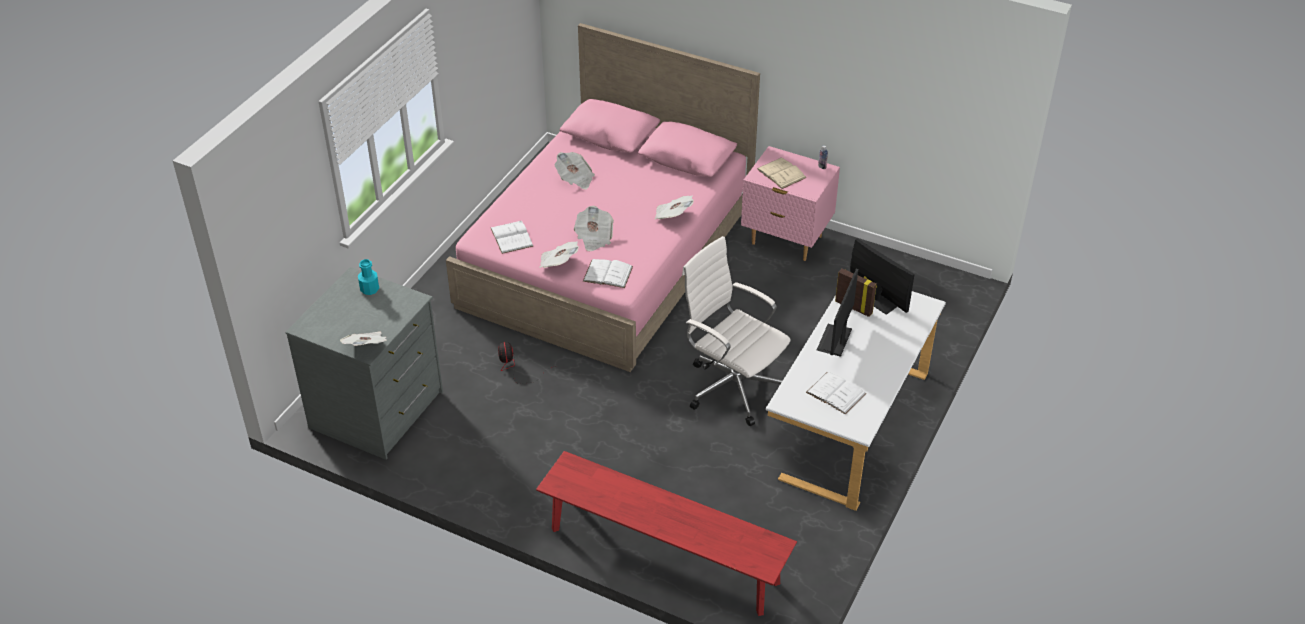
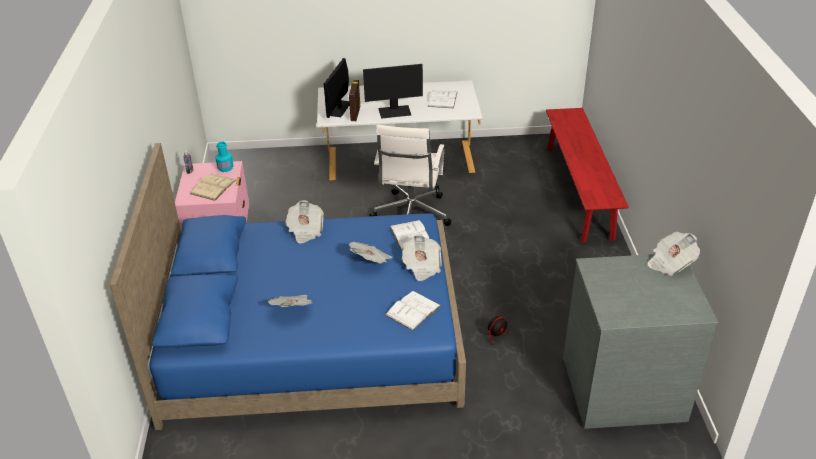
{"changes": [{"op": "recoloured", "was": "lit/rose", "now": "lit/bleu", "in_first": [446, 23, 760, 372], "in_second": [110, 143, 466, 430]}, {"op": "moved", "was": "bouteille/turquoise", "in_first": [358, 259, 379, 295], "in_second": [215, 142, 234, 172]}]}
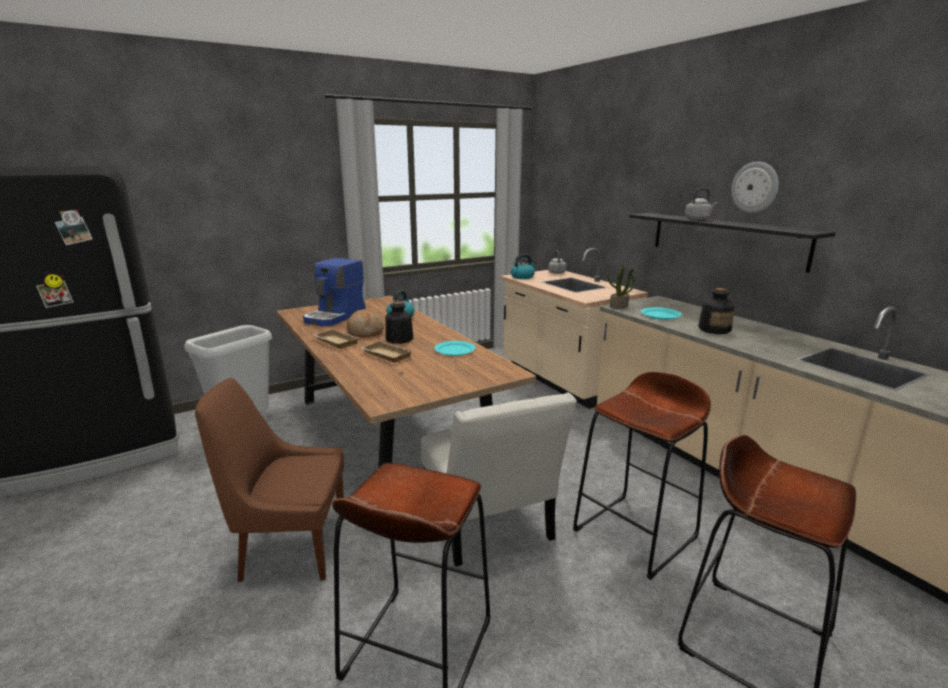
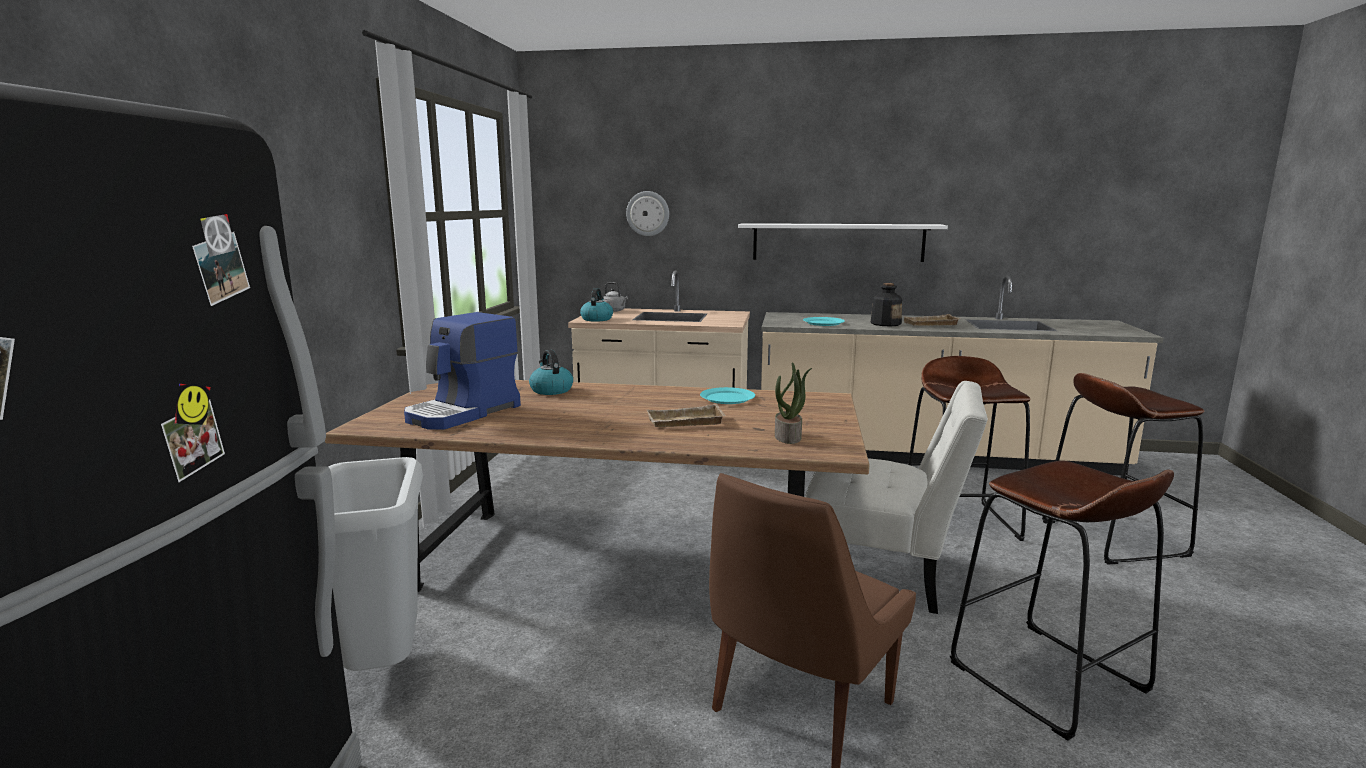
{"changes": [{"op": "turned", "was": "machine à café", "in_first": [303, 258, 366, 327], "in_second": [404, 312, 521, 430], "clockwise": 60}, {"op": "moved", "was": "horloge murale", "in_first": [731, 162, 779, 213], "in_second": [626, 191, 669, 236]}, {"op": "recoloured", "was": "étagère/noir", "now": "étagère/blanc", "in_first": [629, 213, 836, 273], "in_second": [738, 223, 948, 262]}, {"op": "moved", "was": "plante en pot", "in_first": [608, 264, 635, 309], "in_second": [775, 362, 812, 444]}, {"op": "moved", "was": "plateau/beige", "in_first": [314, 329, 359, 349], "in_second": [903, 314, 960, 326]}, {"op": "removed", "was": "pain", "in_first": [346, 309, 384, 337]}, {"op": "removed", "was": "bouteille", "in_first": [385, 302, 414, 344]}, {"op": "removed", "was": "bouilloire/gris", "in_first": [685, 188, 718, 220]}]}
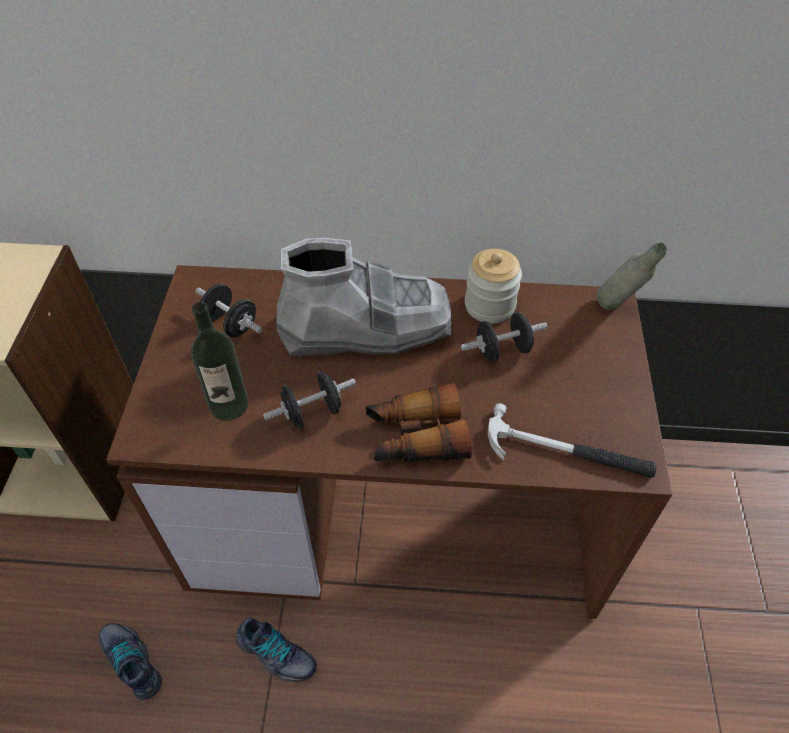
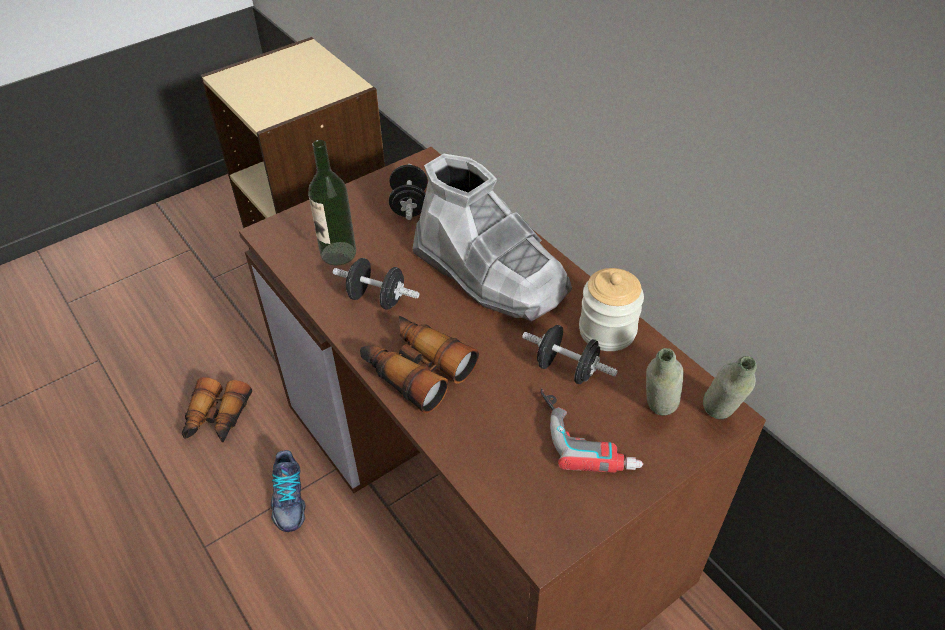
{"changes": [{"op": "replaced", "was": "chaussure", "now": "jumelles", "in_first": [99, 623, 162, 700], "in_second": [182, 377, 252, 443]}, {"op": "added", "now": "perceuse", "in_second": [540, 388, 643, 473]}, {"op": "added", "now": "bouteille/gris", "in_second": [646, 348, 684, 416]}, {"op": "removed", "was": "marteau", "in_first": [488, 403, 657, 478]}]}
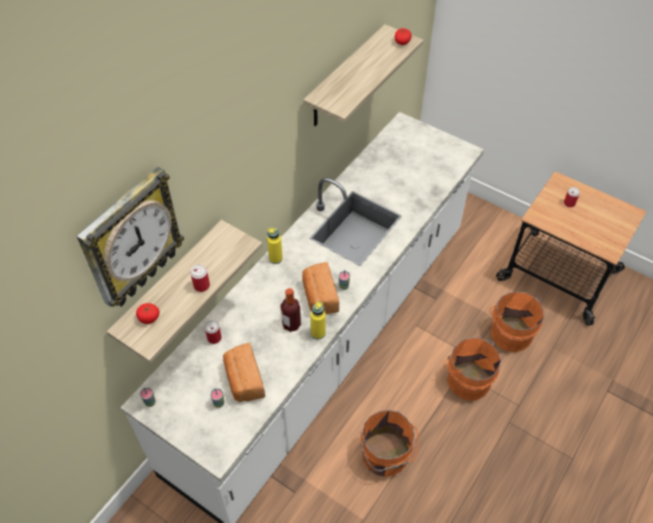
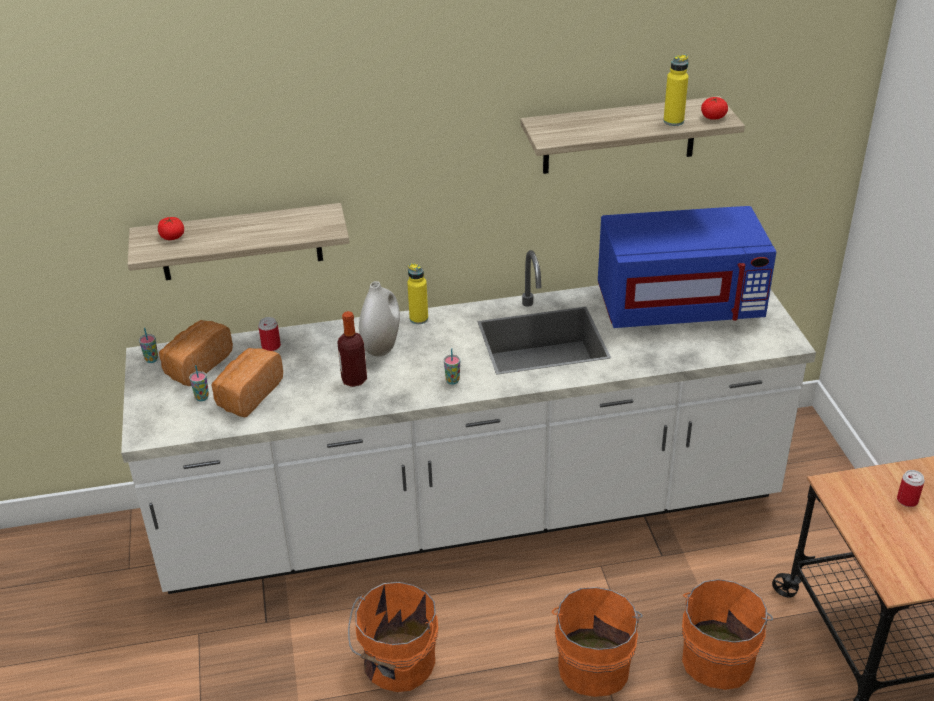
{"changes": [{"op": "moved", "was": "pain", "in_first": [302, 262, 339, 314], "in_second": [159, 320, 233, 386]}, {"op": "added", "now": "vase/blanc", "in_second": [359, 281, 400, 357]}, {"op": "added", "now": "micro-ondes/bleu", "in_second": [598, 206, 776, 328]}, {"op": "moved", "was": "bouteille/jaune", "in_first": [310, 301, 326, 339], "in_second": [663, 54, 689, 126]}, {"op": "removed", "was": "horloge murale", "in_first": [77, 166, 184, 307]}, {"op": "removed", "was": "boîte métallique", "in_first": [190, 265, 210, 292]}]}
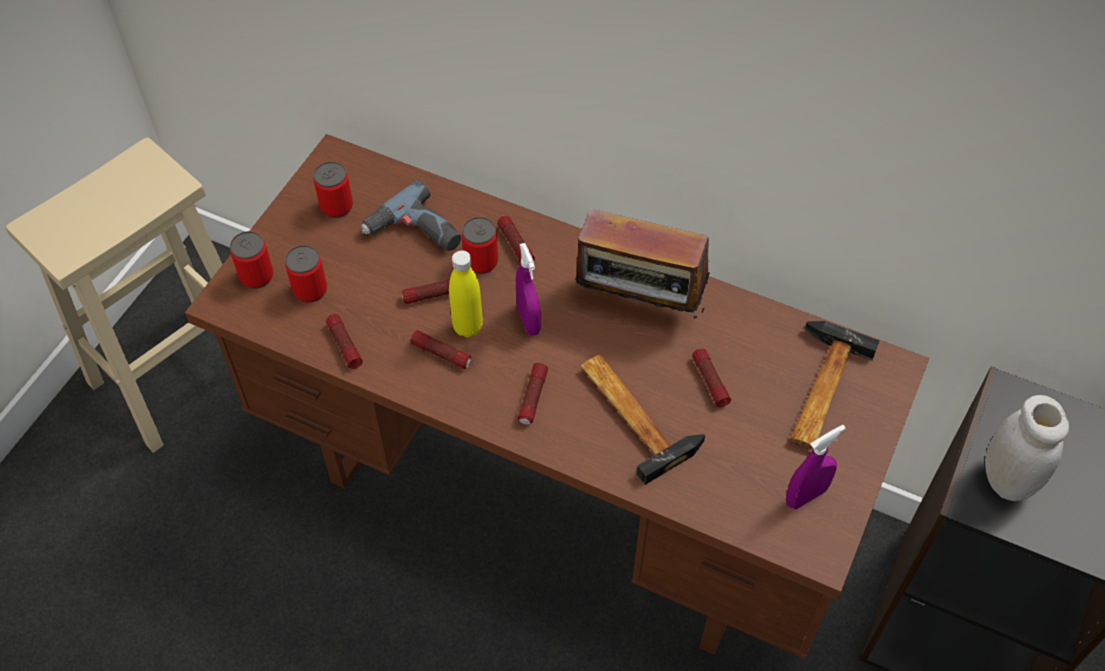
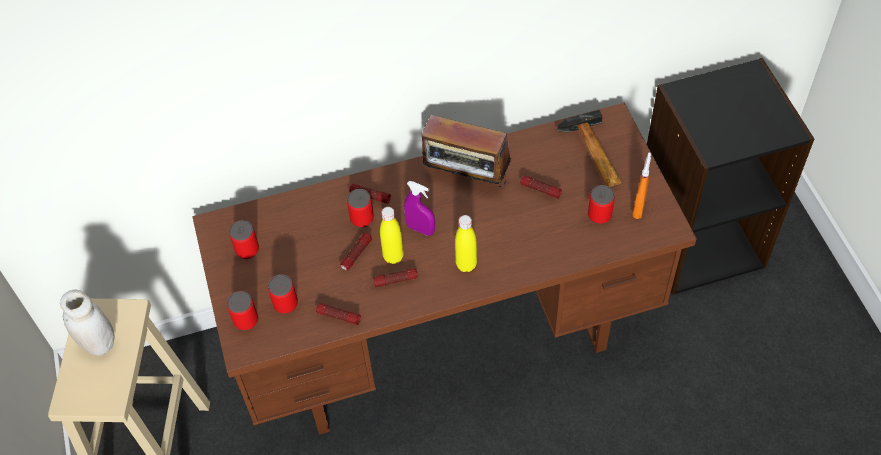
{"changes": [{"op": "moved", "was": "bocal/blanc", "in_first": [985, 395, 1069, 501], "in_second": [60, 290, 114, 356]}, {"op": "turned", "was": "radio", "in_first": [575, 207, 710, 318], "in_second": [422, 115, 511, 188], "clockwise": 45}, {"op": "replaced", "was": "lampe de poche", "now": "bouteille/jaune", "in_first": [518, 363, 548, 425], "in_second": [455, 215, 477, 272]}, {"op": "added", "now": "boîte métallique", "in_second": [588, 185, 615, 224]}, {"op": "recoloured", "was": "vaporisateur/violet", "now": "vaporisateur/orange", "in_first": [786, 425, 846, 509], "in_second": [632, 152, 651, 219]}, {"op": "removed", "was": "perceuse", "in_first": [361, 180, 461, 251]}, {"op": "removed", "was": "marteau", "in_first": [581, 354, 705, 485]}]}
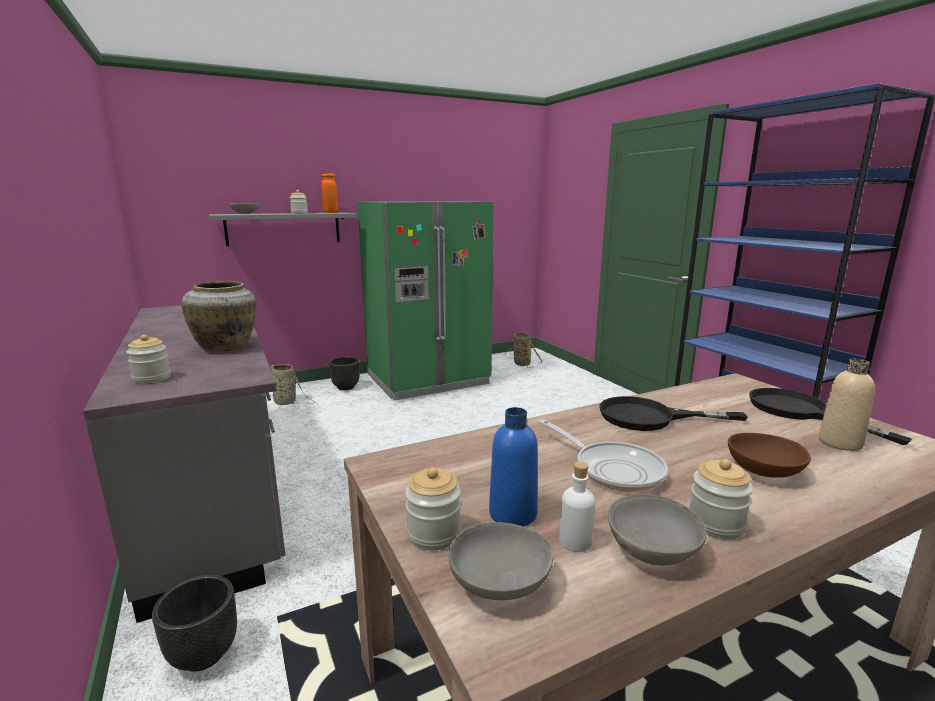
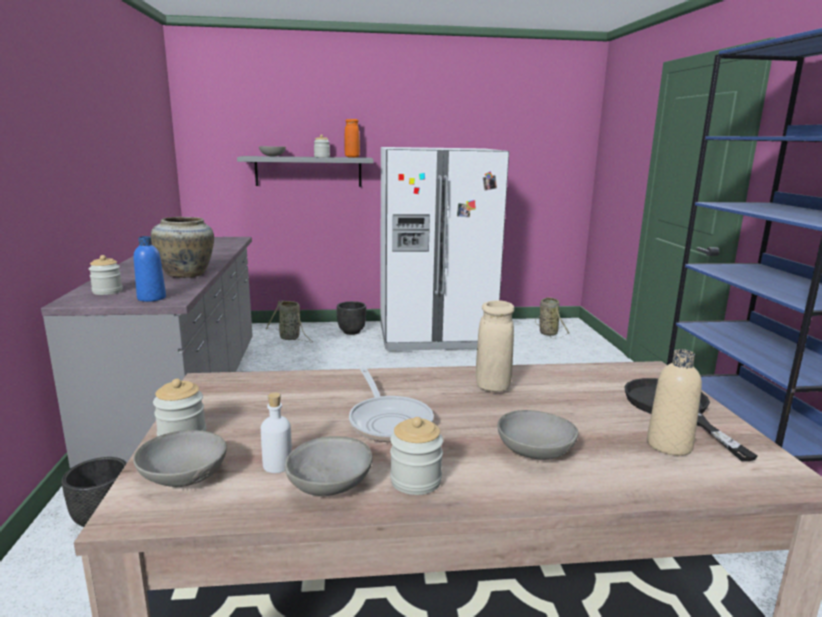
{"changes": [{"op": "moved", "was": "bouteille/bleu", "in_first": [489, 407, 538, 527], "in_second": [134, 236, 166, 302]}, {"op": "recoloured", "was": "réfrigérateur/vert", "now": "réfrigérateur/blanc", "in_first": [357, 201, 494, 401], "in_second": [380, 147, 509, 351]}, {"op": "replaced", "was": "poêle/noir", "now": "vase/beige", "in_first": [599, 396, 748, 431], "in_second": [476, 300, 514, 392]}, {"op": "recoloured", "was": "bol/marron", "now": "bol/gris", "in_first": [728, 433, 811, 478], "in_second": [497, 410, 578, 460]}]}
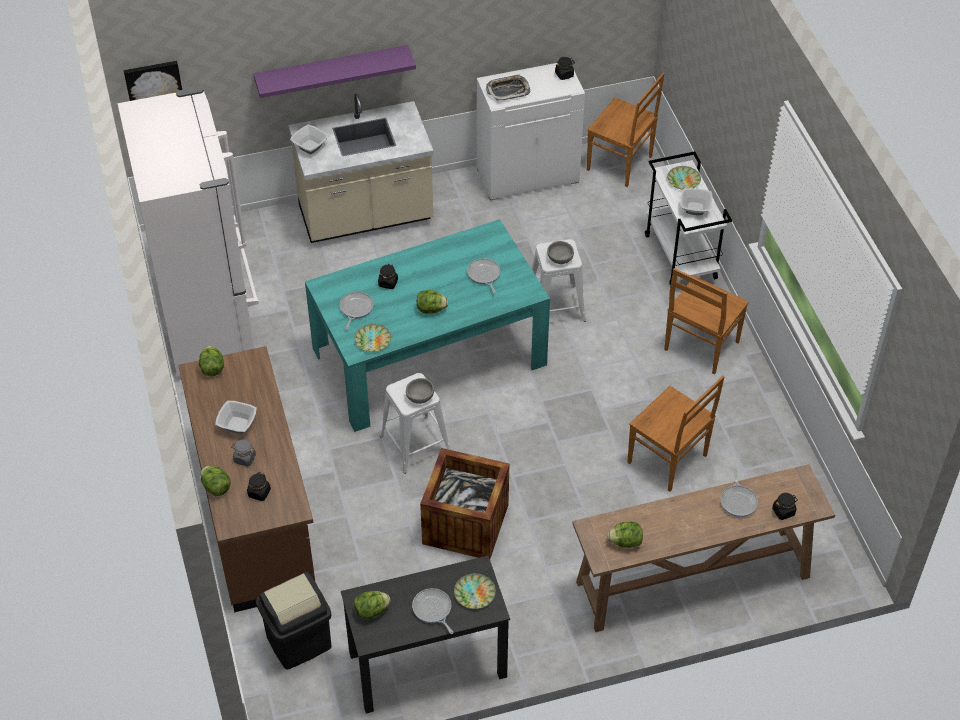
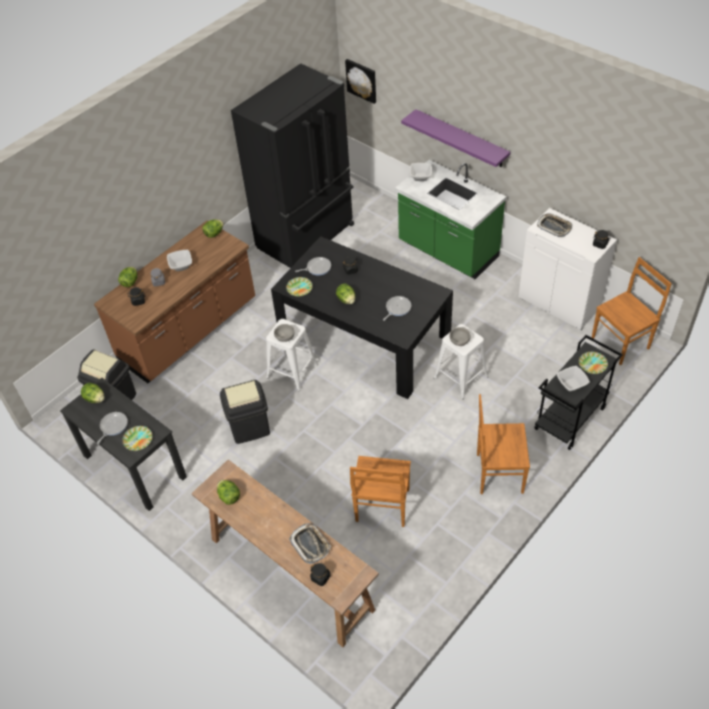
{"changes": [{"op": "replaced", "was": "caisse", "now": "poubelle/noir", "in_first": [420, 448, 509, 559], "in_second": [220, 380, 270, 444]}, {"op": "recoloured", "was": "réfrigérateur/blanc", "now": "réfrigérateur/noir", "in_first": [118, 87, 259, 380], "in_second": [231, 63, 354, 268]}, {"op": "recoloured", "was": "table à manger/turquoise", "now": "table à manger/noir", "in_first": [305, 219, 550, 432], "in_second": [271, 236, 453, 399]}, {"op": "replaced", "was": "poêle", "now": "plateau", "in_first": [720, 469, 758, 517], "in_second": [289, 523, 331, 564]}, {"op": "recoloured", "was": "comptoir de cuisine/beige", "now": "comptoir de cuisine/vert", "in_first": [288, 94, 434, 243], "in_second": [395, 160, 506, 279]}, {"op": "recoloured", "was": "chariot/blanc", "now": "chariot/noir", "in_first": [645, 151, 732, 286], "in_second": [535, 335, 623, 450]}, {"op": "turned", "was": "chaise/marron", "in_first": [587, 73, 665, 187], "in_second": [592, 257, 672, 365], "clockwise": -120}]}
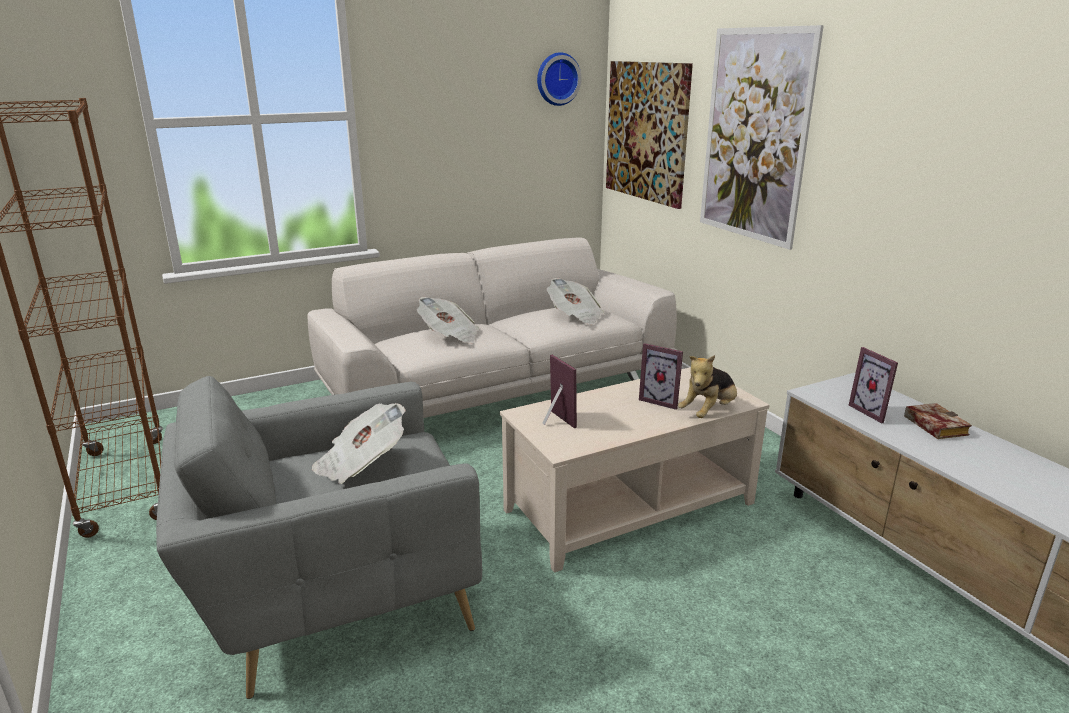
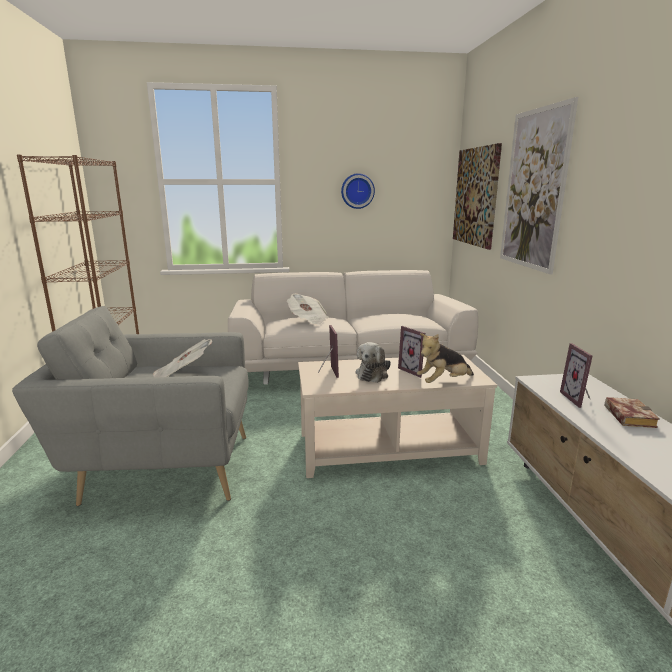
{"changes": [{"op": "moved", "was": "horloge murale", "in_first": [537, 52, 581, 106], "in_second": [341, 173, 375, 209]}, {"op": "added", "now": "peluche", "in_second": [356, 342, 391, 383]}, {"op": "removed", "was": "journal", "in_first": [547, 278, 604, 325]}]}
